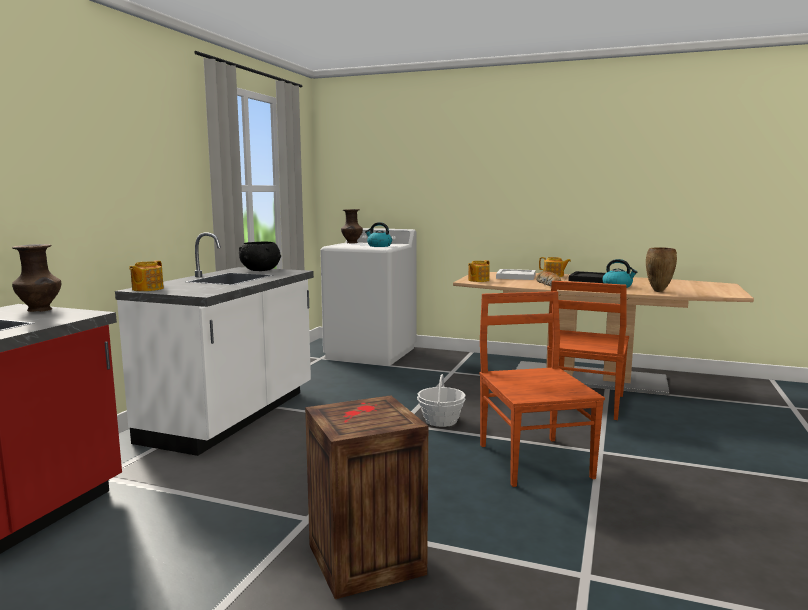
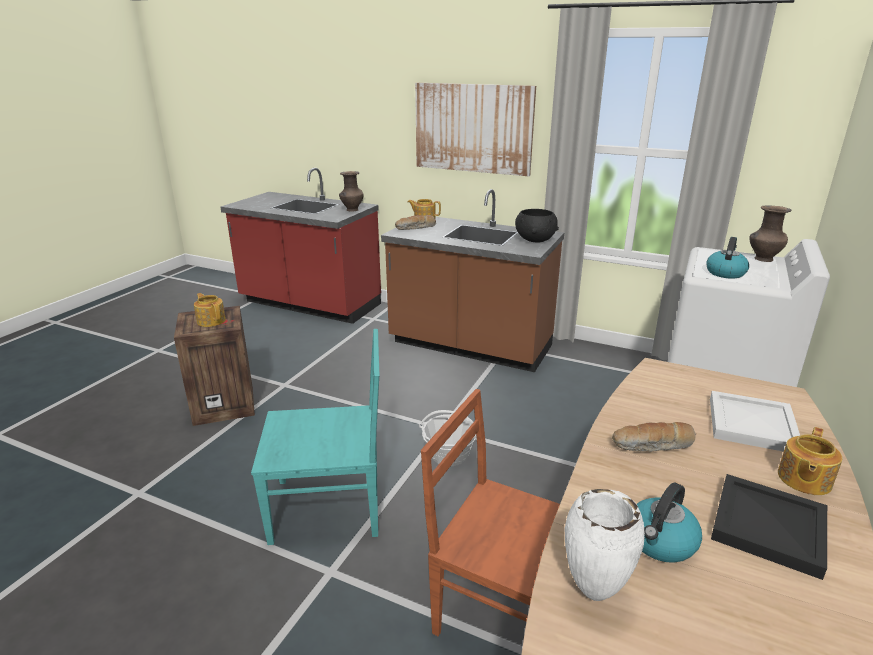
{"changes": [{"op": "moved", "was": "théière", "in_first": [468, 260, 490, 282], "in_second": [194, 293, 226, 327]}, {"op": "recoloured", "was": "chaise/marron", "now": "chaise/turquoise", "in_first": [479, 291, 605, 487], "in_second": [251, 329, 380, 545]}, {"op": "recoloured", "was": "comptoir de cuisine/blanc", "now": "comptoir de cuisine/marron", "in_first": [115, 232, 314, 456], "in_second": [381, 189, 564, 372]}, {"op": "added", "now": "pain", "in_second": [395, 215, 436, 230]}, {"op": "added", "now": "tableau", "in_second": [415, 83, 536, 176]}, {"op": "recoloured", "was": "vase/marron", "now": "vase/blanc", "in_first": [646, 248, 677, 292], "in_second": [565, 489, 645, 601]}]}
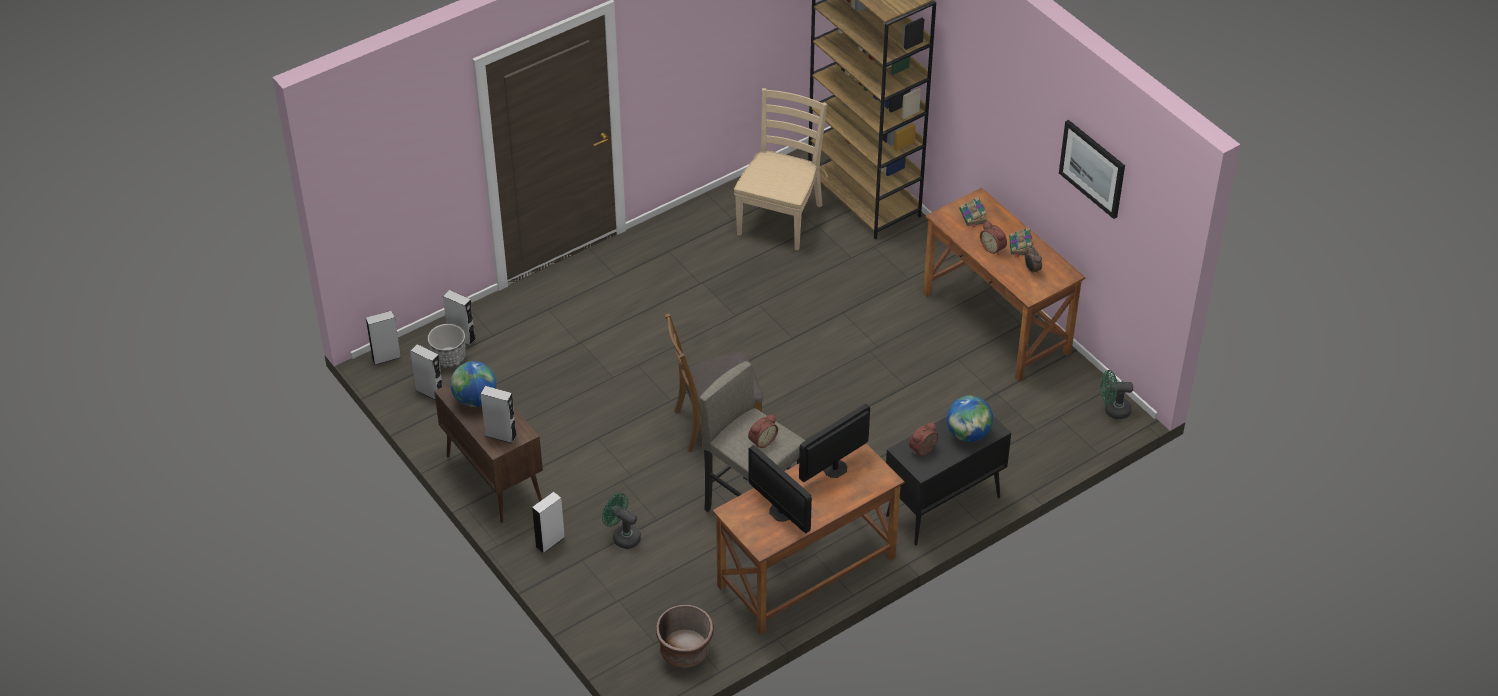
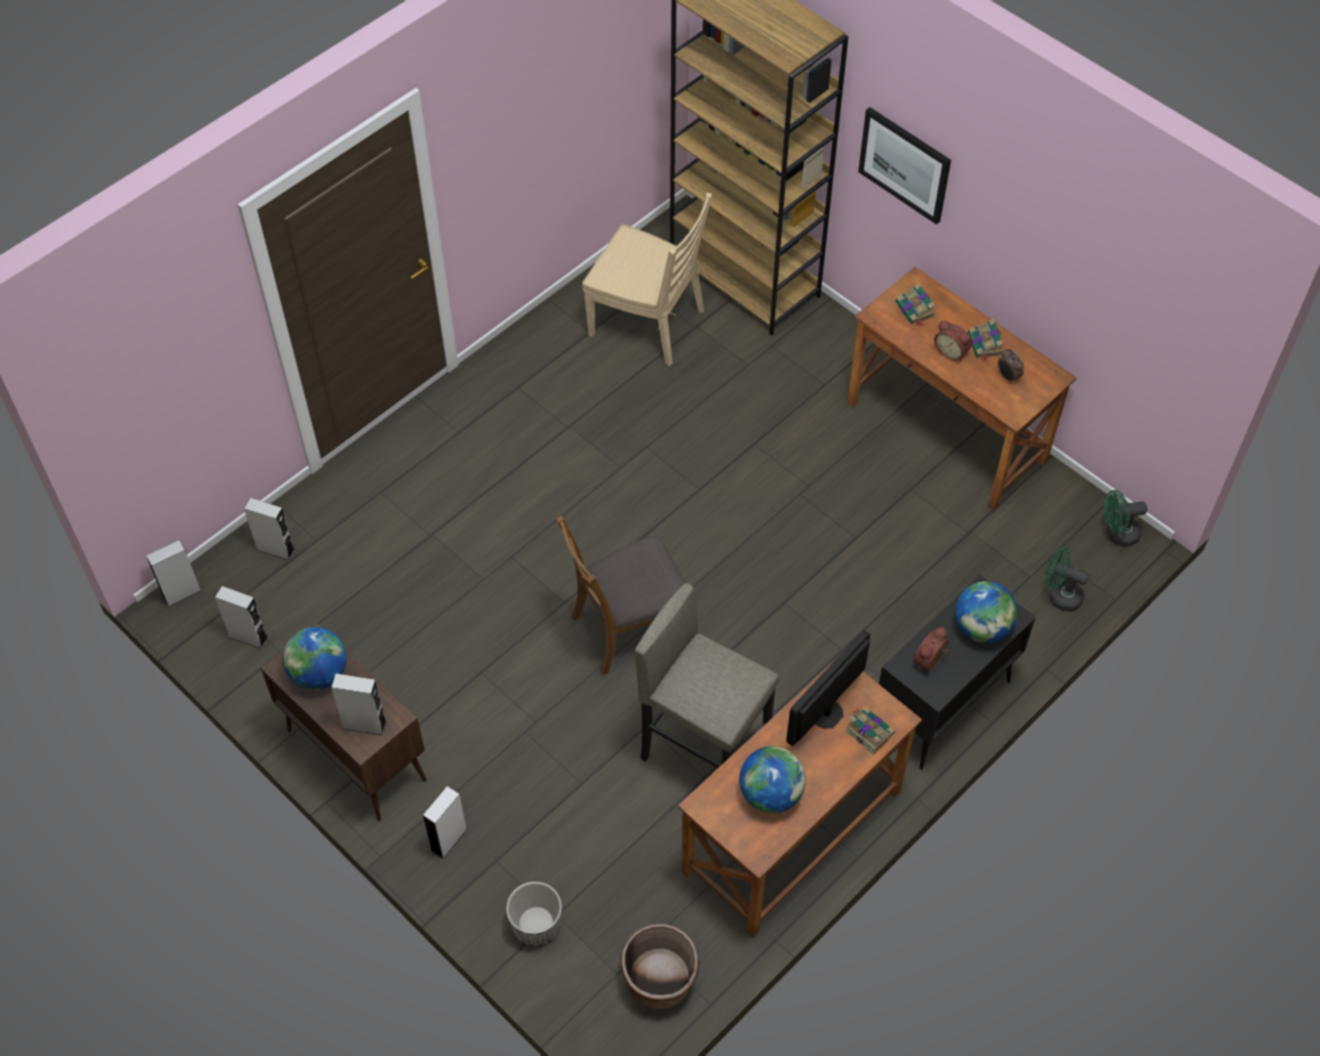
{"changes": [{"op": "moved", "was": "cache-pot", "in_first": [428, 324, 466, 368], "in_second": [506, 882, 562, 947]}, {"op": "turned", "was": "chaise/beige", "in_first": [734, 88, 828, 250], "in_second": [582, 193, 712, 366], "clockwise": 105}, {"op": "replaced", "was": "écran d'ordinateur", "now": "globe", "in_first": [748, 445, 812, 533], "in_second": [739, 746, 806, 813]}, {"op": "added", "now": "livre", "in_second": [845, 707, 895, 754]}, {"op": "moved", "was": "tableau", "in_first": [1059, 120, 1125, 219], "in_second": [858, 107, 951, 225]}, {"op": "moved", "was": "ventilateur/vert", "in_first": [602, 493, 641, 549], "in_second": [1045, 547, 1089, 612]}, {"op": "removed", "was": "réveil", "in_first": [748, 414, 778, 448]}]}
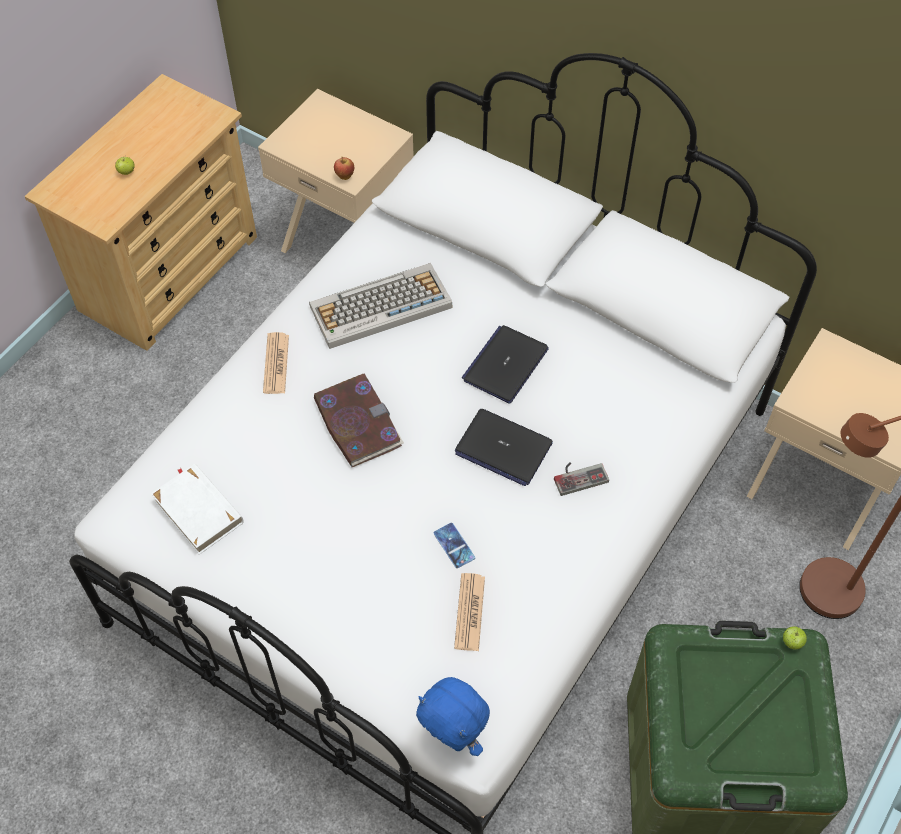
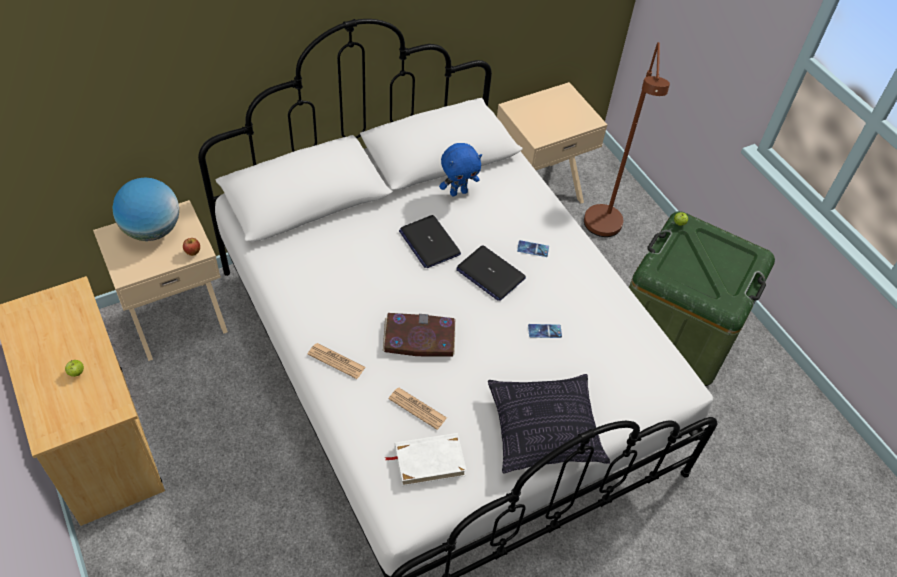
{"changes": [{"op": "added", "now": "globe", "in_second": [112, 178, 179, 241]}, {"op": "moved", "was": "journal", "in_first": [454, 573, 485, 651], "in_second": [389, 388, 447, 430]}, {"op": "moved", "was": "peluche/bleu", "in_first": [416, 677, 490, 756], "in_second": [439, 143, 482, 196]}, {"op": "turned", "was": "ordinateur portable", "in_first": [455, 409, 553, 486], "in_second": [456, 245, 526, 301], "clockwise": 75}, {"op": "added", "now": "coussin", "in_second": [488, 374, 610, 473]}, {"op": "replaced", "was": "manette", "now": "téléphone", "in_first": [554, 462, 609, 496], "in_second": [517, 240, 549, 257]}, {"op": "removed", "was": "clavier", "in_first": [309, 263, 452, 349]}]}
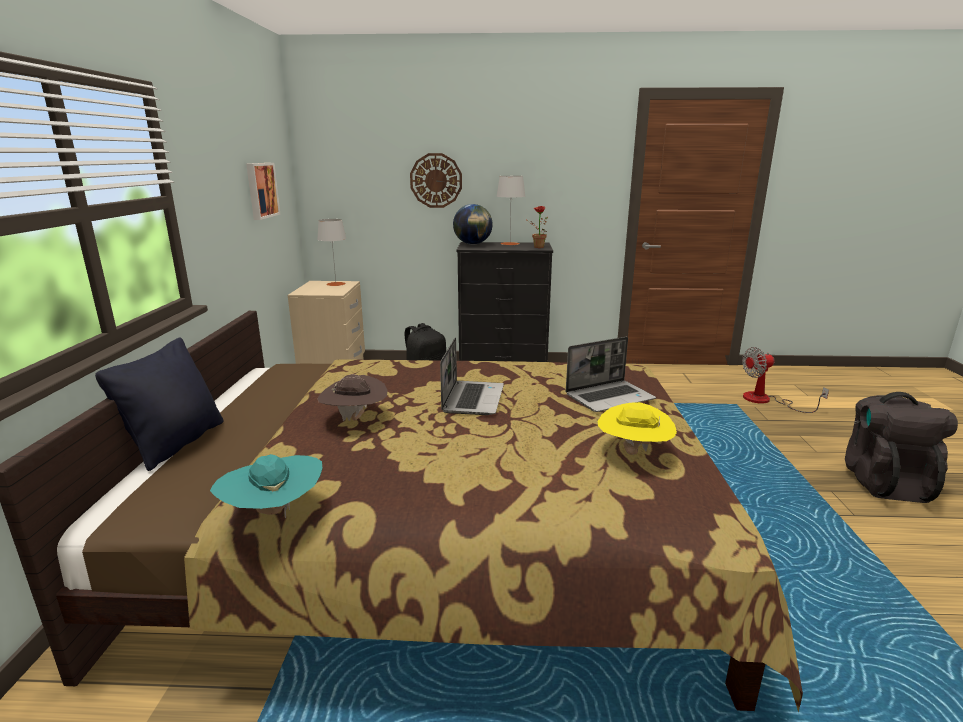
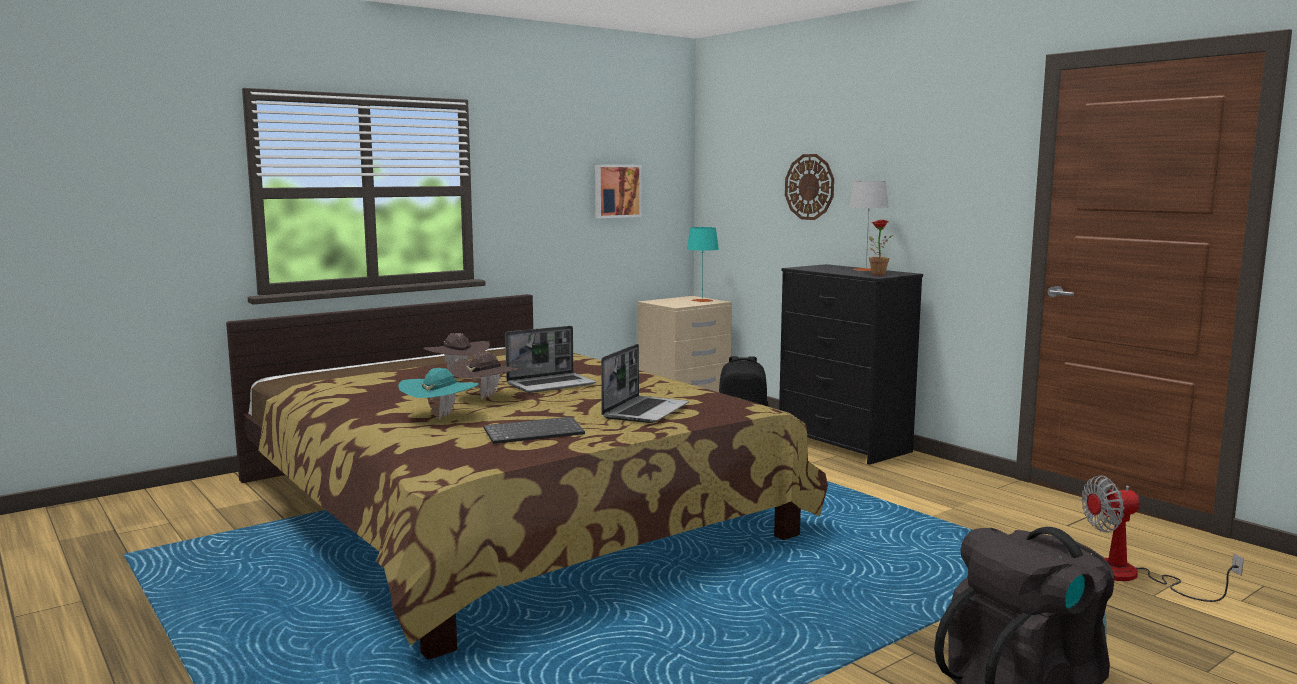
{"changes": [{"op": "moved", "was": "chapeau/turquoise", "in_first": [210, 454, 323, 518], "in_second": [398, 368, 479, 421]}, {"op": "added", "now": "chapeau/marron", "in_second": [448, 352, 520, 400]}, {"op": "replaced", "was": "chapeau/jaune", "now": "clavier", "in_first": [598, 402, 677, 455], "in_second": [484, 417, 585, 444]}, {"op": "turned", "was": "ordinateur portable", "in_first": [566, 337, 656, 412], "in_second": [601, 344, 689, 423], "clockwise": -90}, {"op": "recoloured", "was": "lampe de table/gris", "now": "lampe de table/turquoise", "in_first": [317, 219, 346, 286], "in_second": [687, 227, 719, 302]}, {"op": "turned", "was": "ventilateur", "in_first": [742, 347, 829, 413], "in_second": [1082, 476, 1244, 602], "clockwise": -45}, {"op": "removed", "was": "coussin/noir", "in_first": [95, 338, 224, 471]}, {"op": "removed", "was": "globe", "in_first": [453, 204, 493, 244]}]}
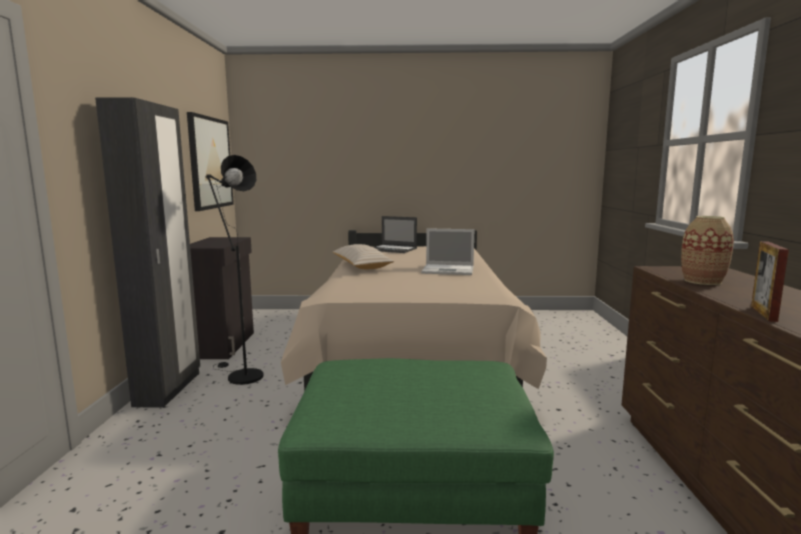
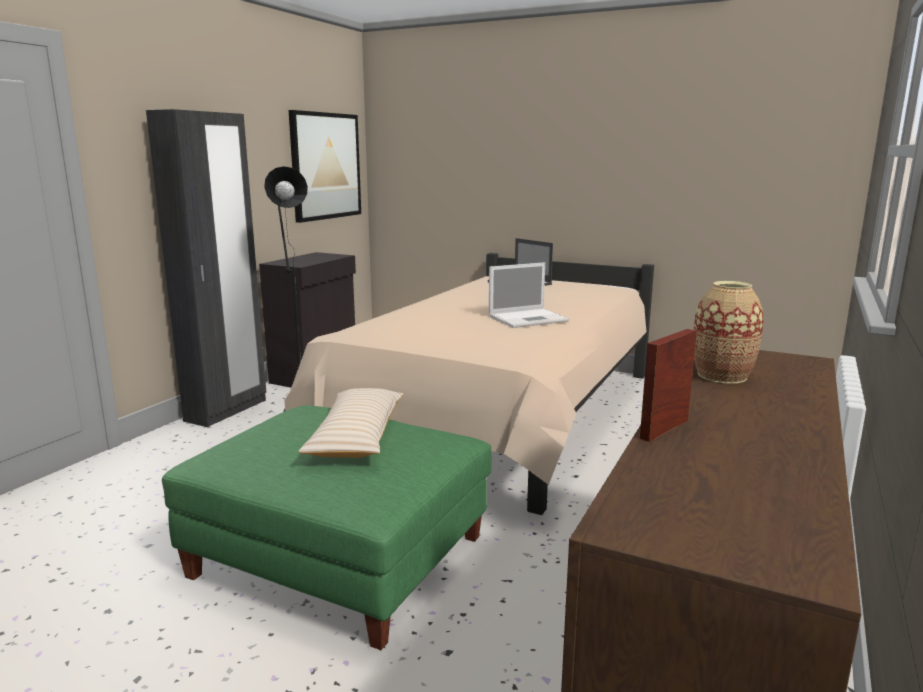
{"changes": [{"op": "moved", "was": "coussin/beige", "in_first": [333, 244, 394, 269], "in_second": [298, 388, 404, 458]}, {"op": "turned", "was": "ordinateur portable", "in_first": [421, 228, 474, 275], "in_second": [489, 262, 569, 328], "clockwise": -60}]}
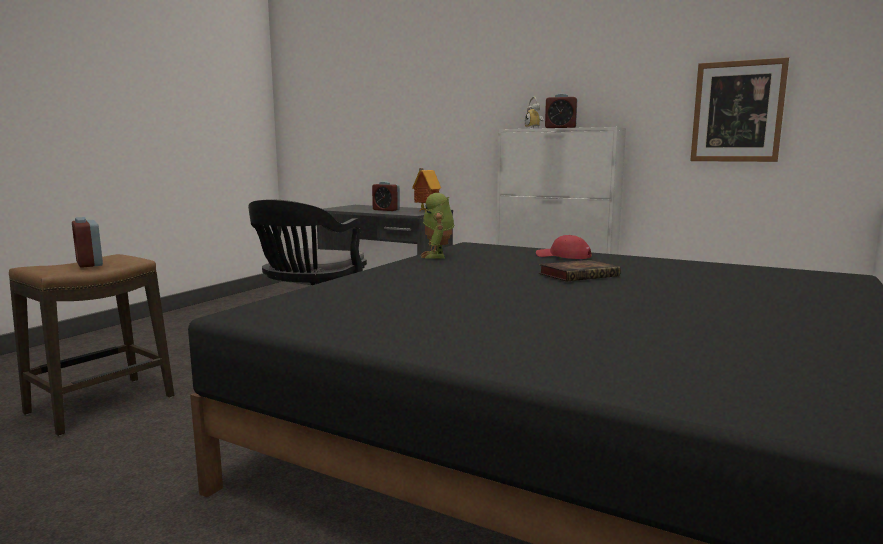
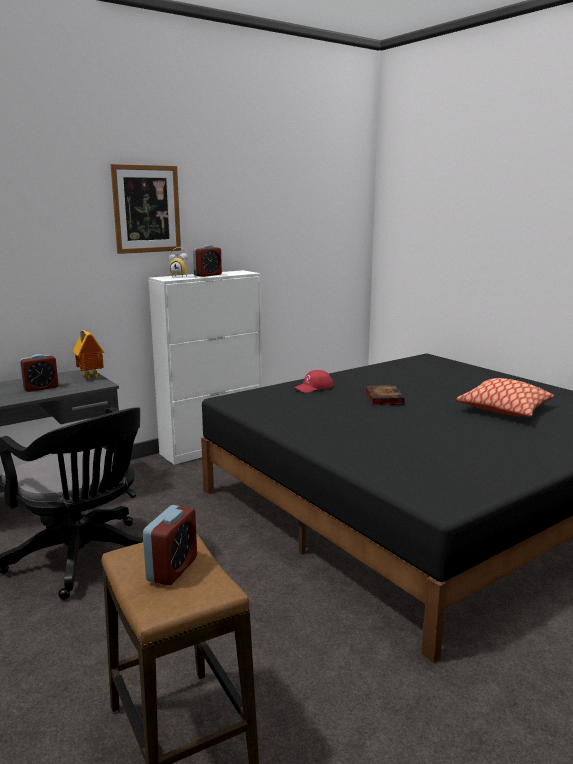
{"changes": [{"op": "moved", "was": "tableau", "in_first": [690, 57, 789, 162], "in_second": [111, 164, 181, 254]}, {"op": "turned", "was": "réveil", "in_first": [72, 217, 103, 268], "in_second": [143, 505, 197, 586], "clockwise": -60}, {"op": "added", "now": "coussin", "in_second": [456, 378, 554, 417]}, {"op": "removed", "was": "robot jouet", "in_first": [421, 193, 454, 259]}]}
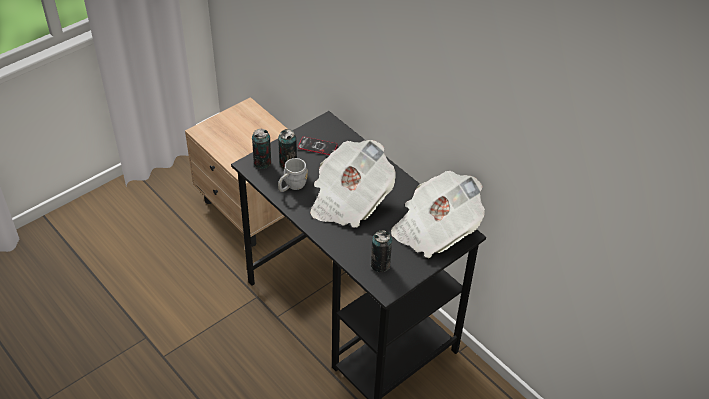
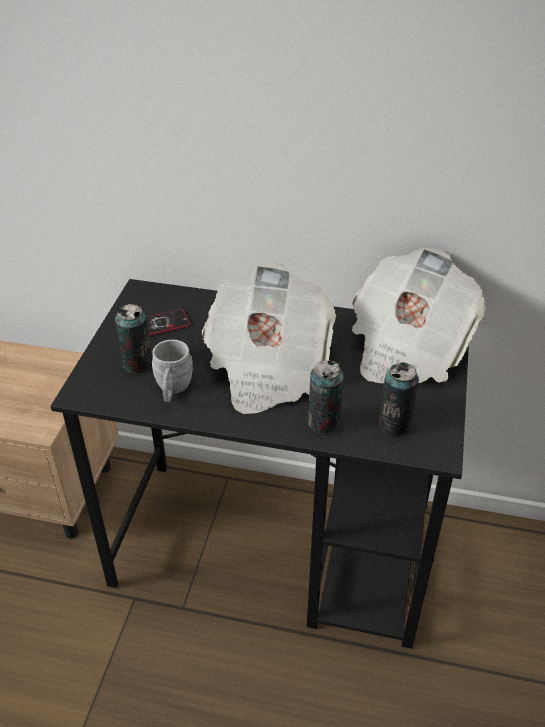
{"changes": [{"op": "moved", "was": "boîte métallique", "in_first": [252, 129, 271, 169], "in_second": [308, 360, 344, 434]}]}
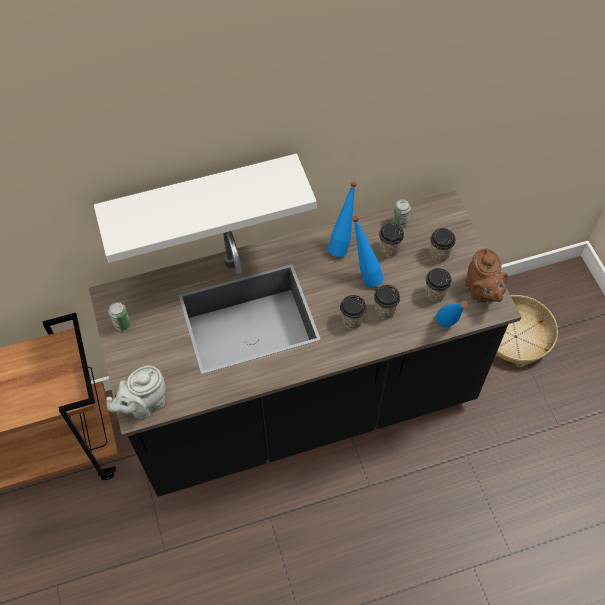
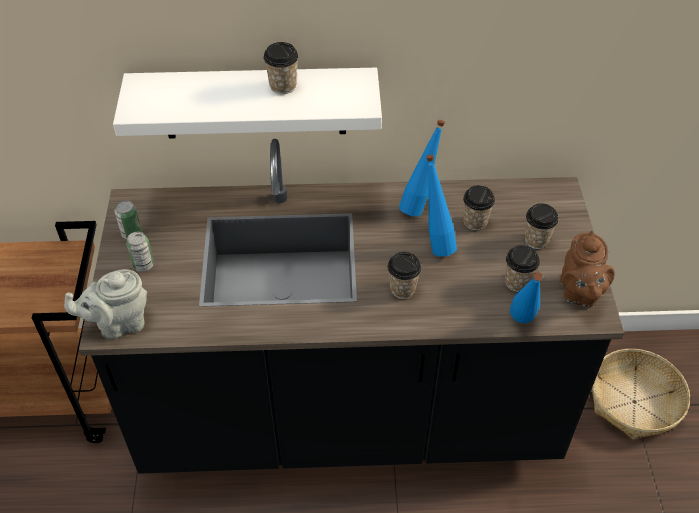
{"changes": [{"op": "moved", "was": "boîte métallique", "in_first": [392, 199, 411, 228], "in_second": [126, 232, 154, 272]}, {"op": "moved", "was": "tasse", "in_first": [374, 285, 400, 319], "in_second": [263, 42, 299, 94]}]}
